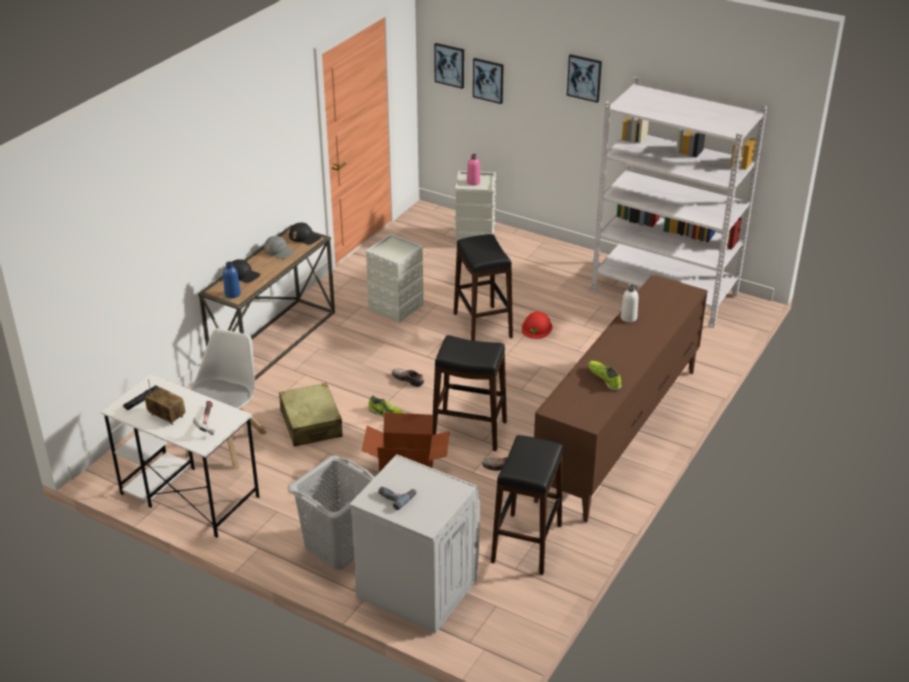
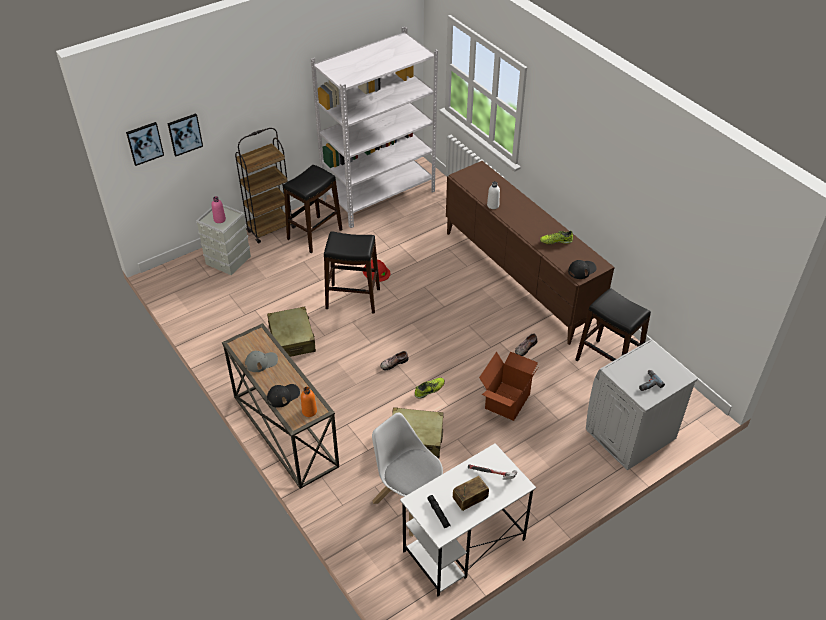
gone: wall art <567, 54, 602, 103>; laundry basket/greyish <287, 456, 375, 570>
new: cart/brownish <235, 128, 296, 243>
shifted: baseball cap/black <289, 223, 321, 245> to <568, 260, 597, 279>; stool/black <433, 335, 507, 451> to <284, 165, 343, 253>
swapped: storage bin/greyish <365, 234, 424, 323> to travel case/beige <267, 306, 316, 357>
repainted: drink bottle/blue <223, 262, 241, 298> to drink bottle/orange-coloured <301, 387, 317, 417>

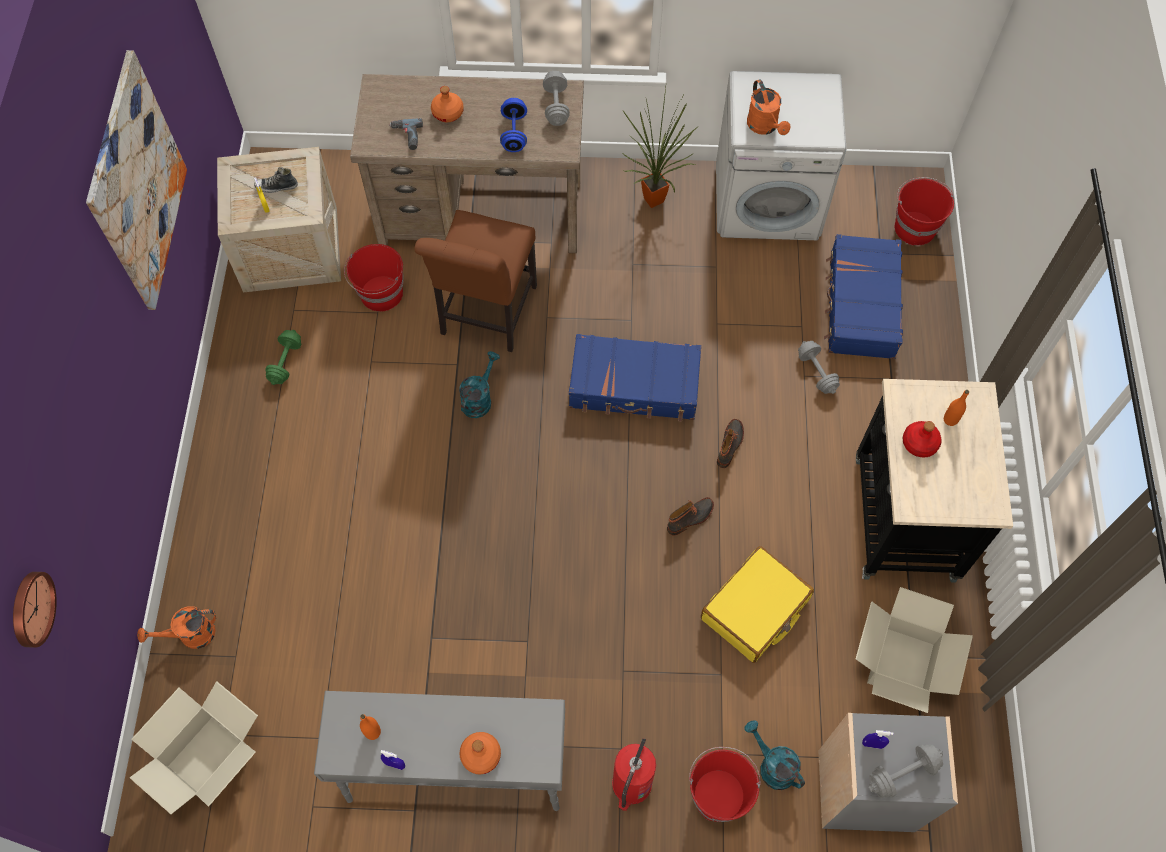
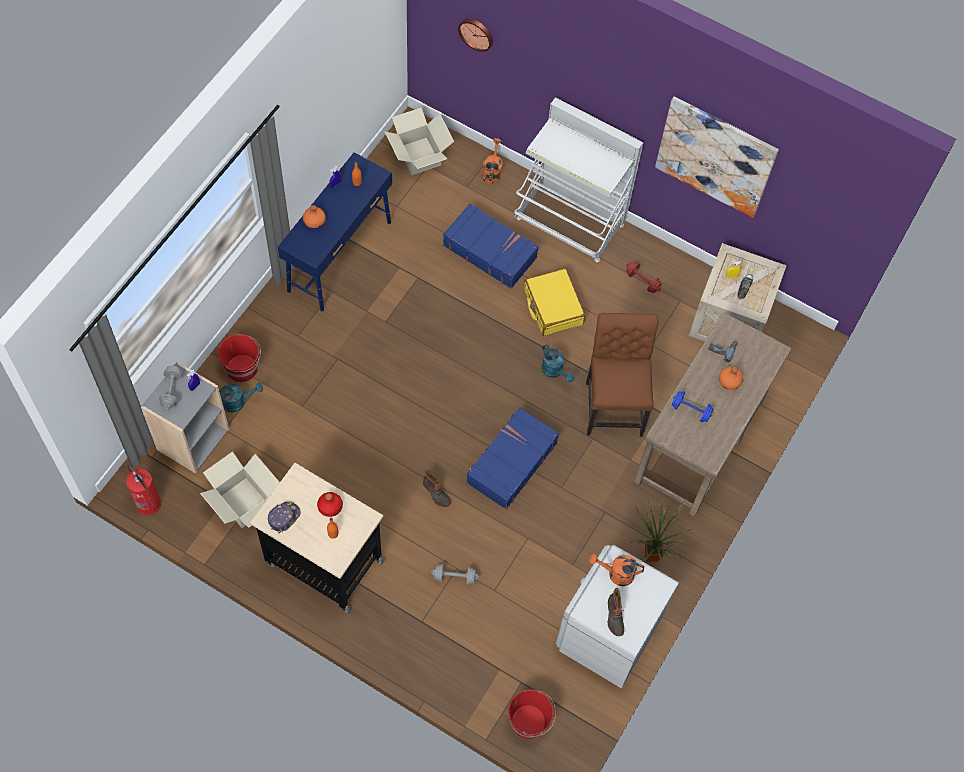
gone: free weight/greyish <543, 71, 570, 126>; pail/reddish <344, 244, 404, 312>
new: shoe rack/white <514, 98, 643, 262>; baseball cap <268, 502, 301, 533>
shifted: travel case/blue <824, 234, 903, 359> to <443, 204, 539, 289>; boot <667, 497, 714, 535> to <608, 588, 624, 636>; travel case/yellow <701, 546, 814, 663> to <524, 268, 585, 336>; extinguisher <612, 738, 656, 811> to <126, 465, 162, 515>
repainted: free weight/green-coloured <265, 330, 301, 385> to free weight/reddish <626, 262, 661, 293>; narrow table/greyish <314, 691, 565, 811> to narrow table/blue <278, 152, 392, 311>
rotated: plain chair/brownish <414, 210, 537, 352> = <586, 313, 658, 437> 45 degrees clockwise

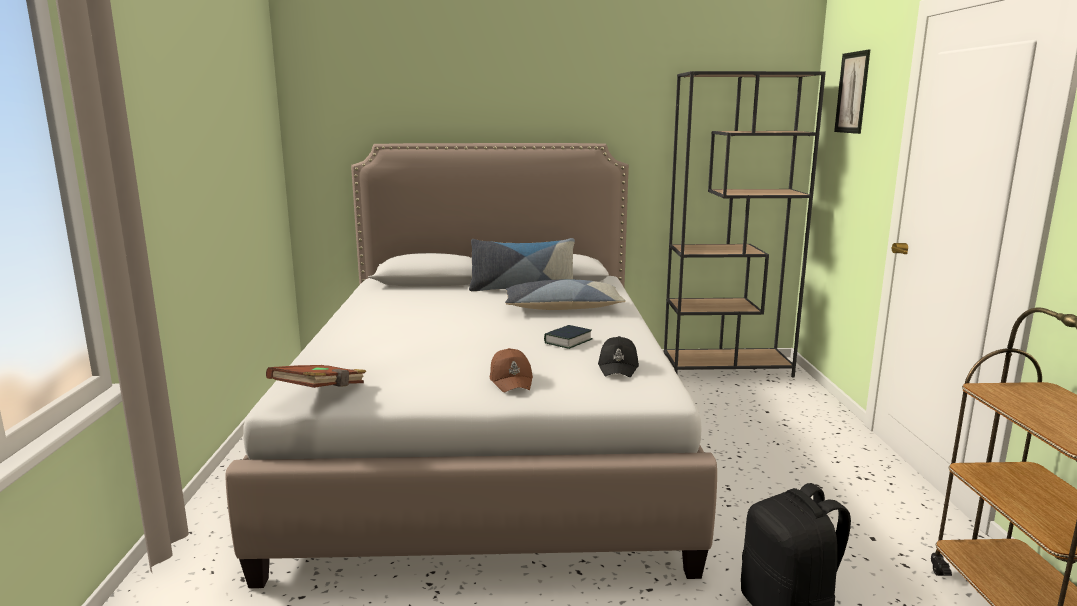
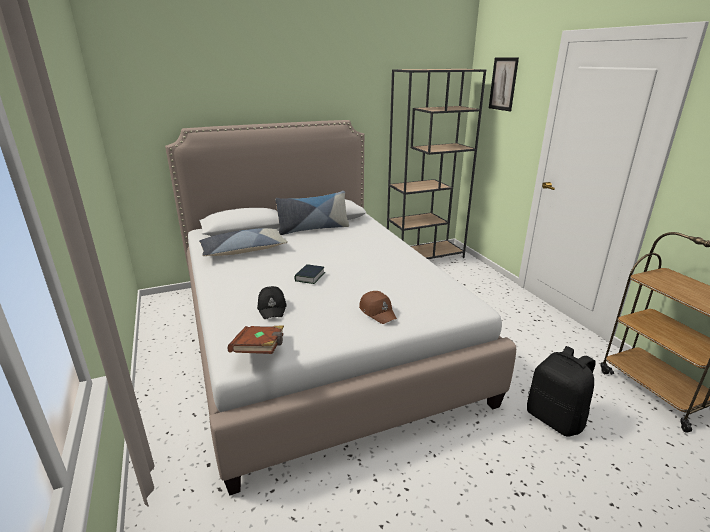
shifted: cushion <505, 280, 626, 310> to <199, 228, 288, 256>; bound book <544, 325, 592, 349> to <294, 264, 325, 284>; baseball cap/black <598, 336, 639, 377> to <257, 286, 287, 319>

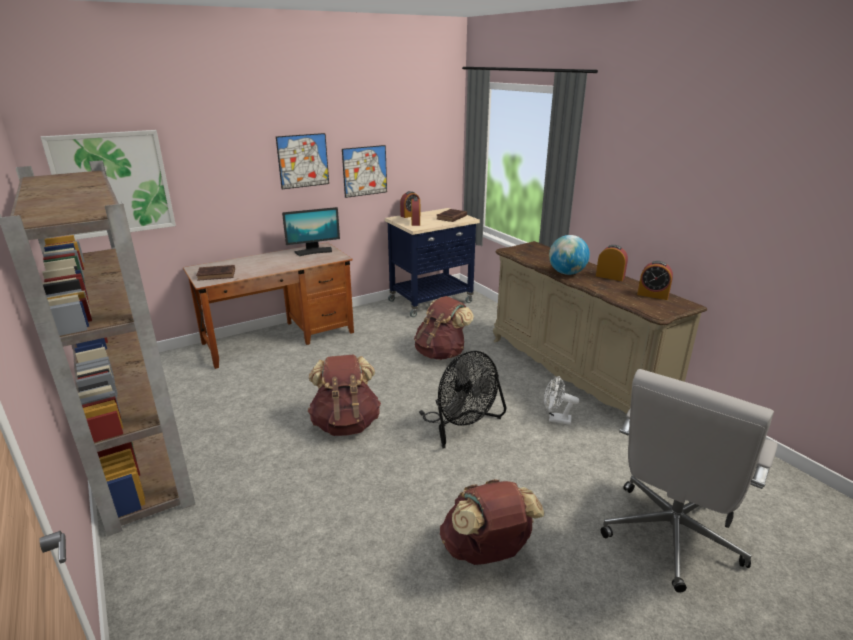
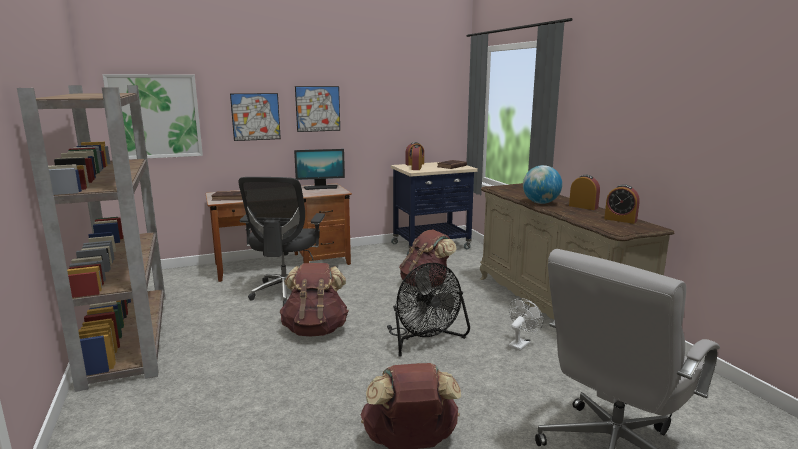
new: office chair <238, 177, 325, 306>
shifted: wall art <342, 145, 387, 198> to <230, 93, 281, 141>
rotated: electric fan/white <544, 376, 580, 425> = <509, 298, 544, 351> 105 degrees clockwise

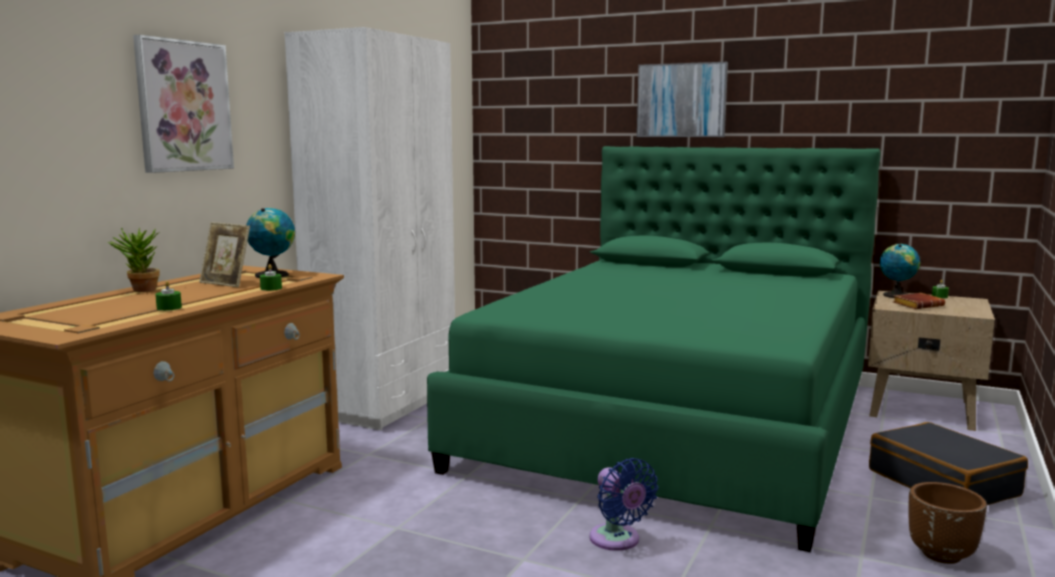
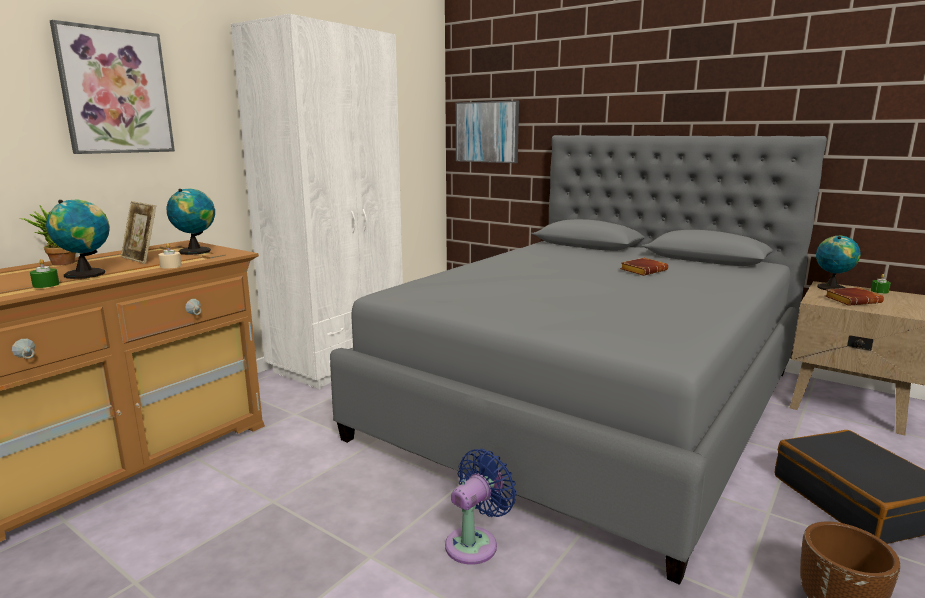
new: world globe <46, 199, 110, 279>; bound book/brownish <620, 258, 668, 276>
shifted: wall art <637, 62, 728, 137> to <456, 100, 519, 163>
repainted: bed/green-coloured <427, 146, 881, 552> to bed/greyish <330, 135, 827, 585>; wax candle/green-coloured <260, 264, 282, 291> to wax candle/beige <158, 243, 182, 269>
rotated: electric fan/blue <590, 458, 658, 551> = <445, 449, 517, 565> 120 degrees counterclockwise

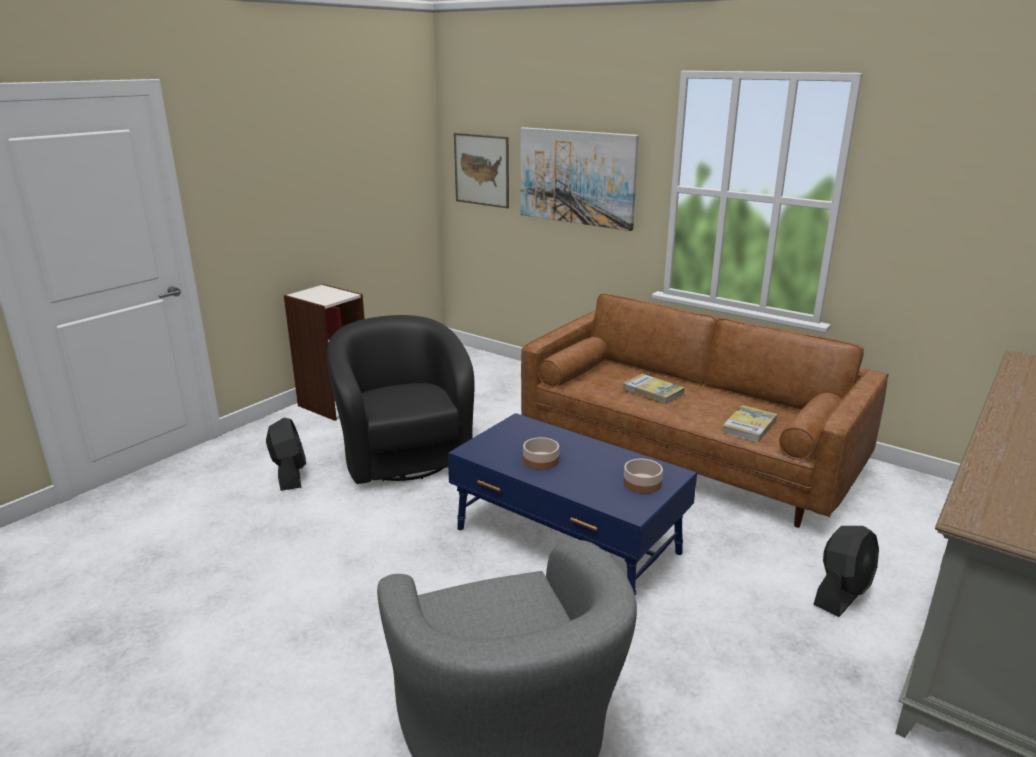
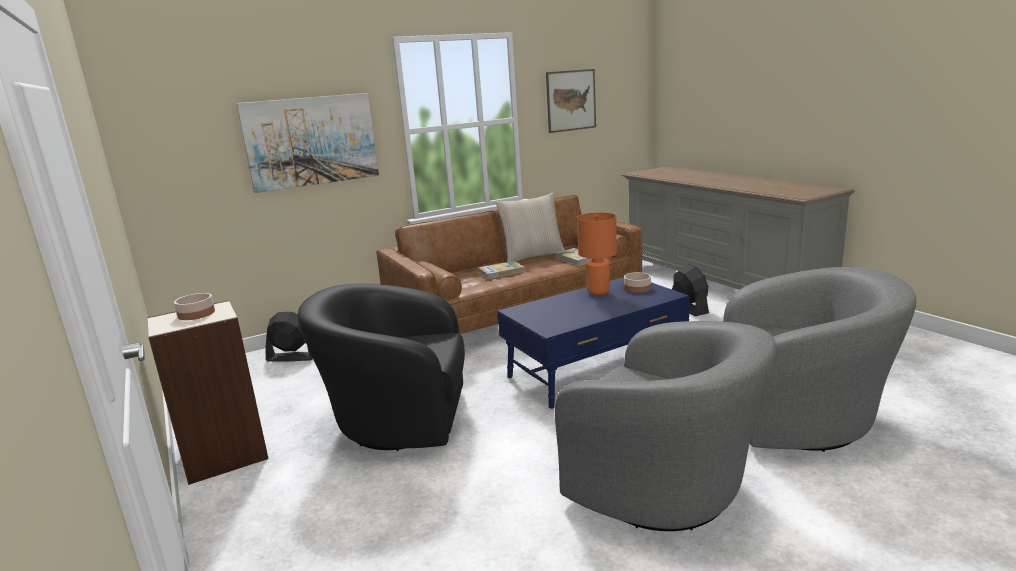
new: cushion/beige <496, 193, 565, 262>; tabletop lamp/orange-coloured <577, 212, 617, 295>; armchair/greyish <555, 321, 776, 531>
shifted: wall art <454, 133, 509, 208> to <546, 69, 596, 133>; electric fan/black <266, 418, 306, 491> to <265, 312, 313, 361>; serving bowl <523, 437, 559, 470> to <174, 293, 215, 320>

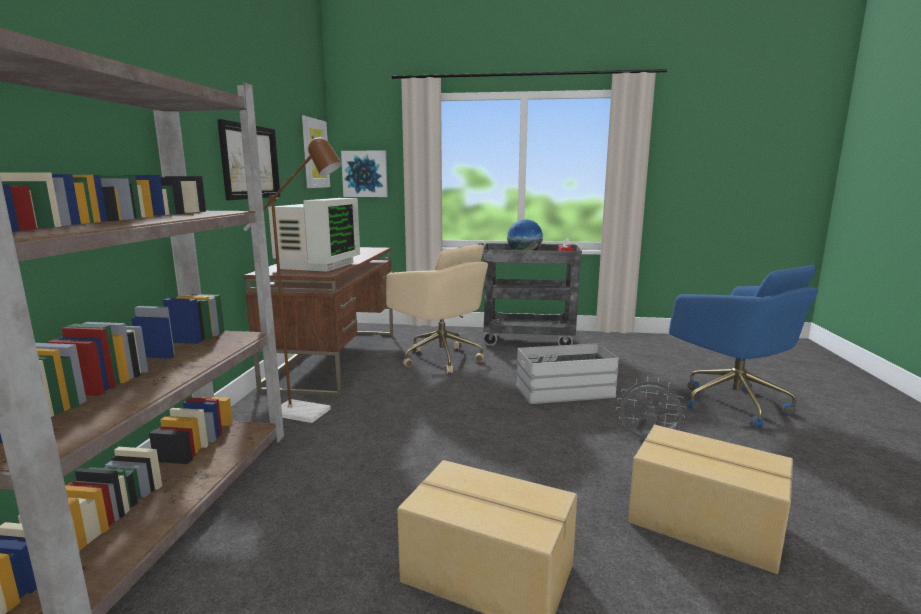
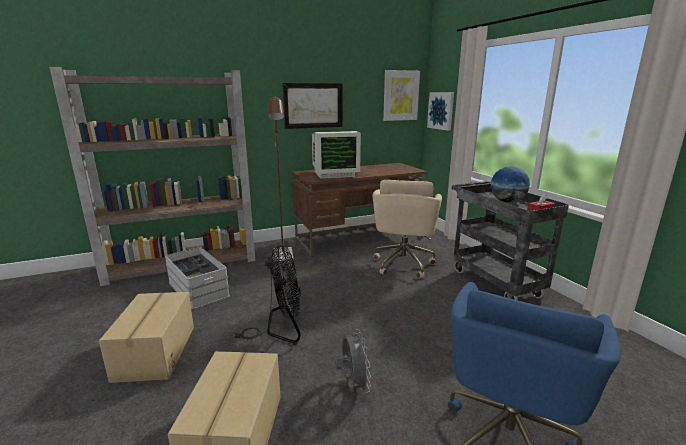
new: electric fan/black <234, 245, 301, 345>
shifted: storage bin/greyish <516, 343, 619, 404> to <165, 247, 230, 310>

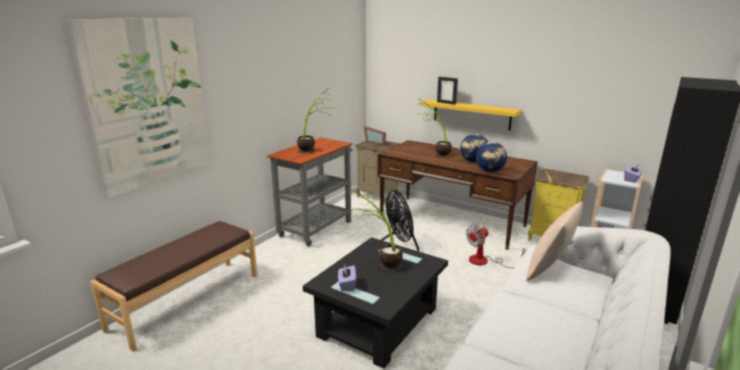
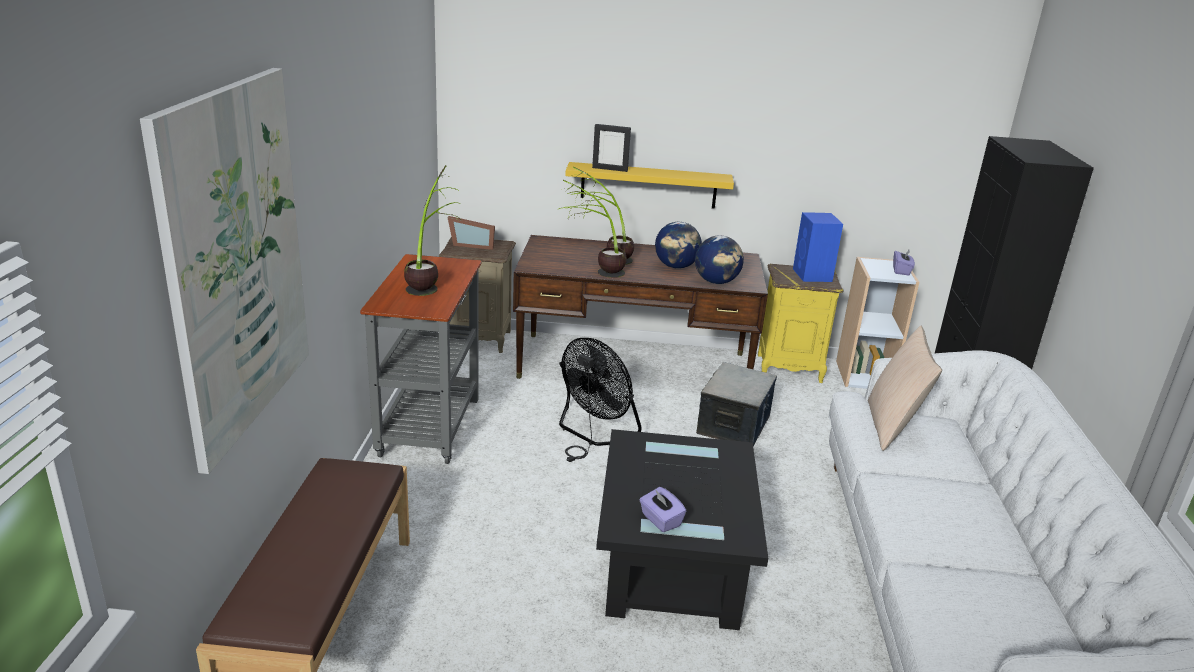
new: speaker/blue <793, 212, 843, 282>
shifted: plant in a pot <347, 188, 403, 272> to <559, 180, 627, 278>
swapped: electric fan <466, 225, 527, 268> to storage bin <696, 362, 777, 446>

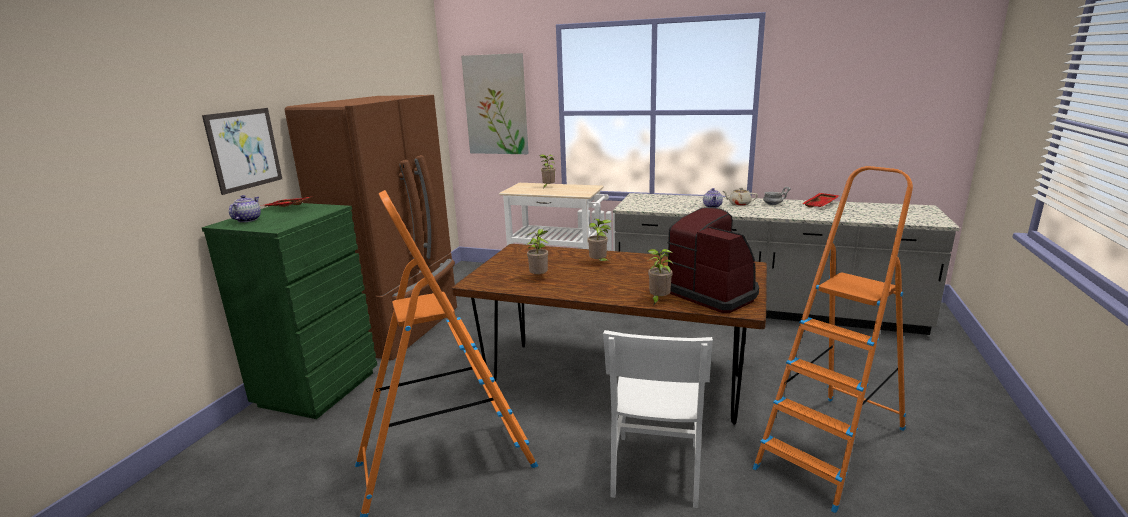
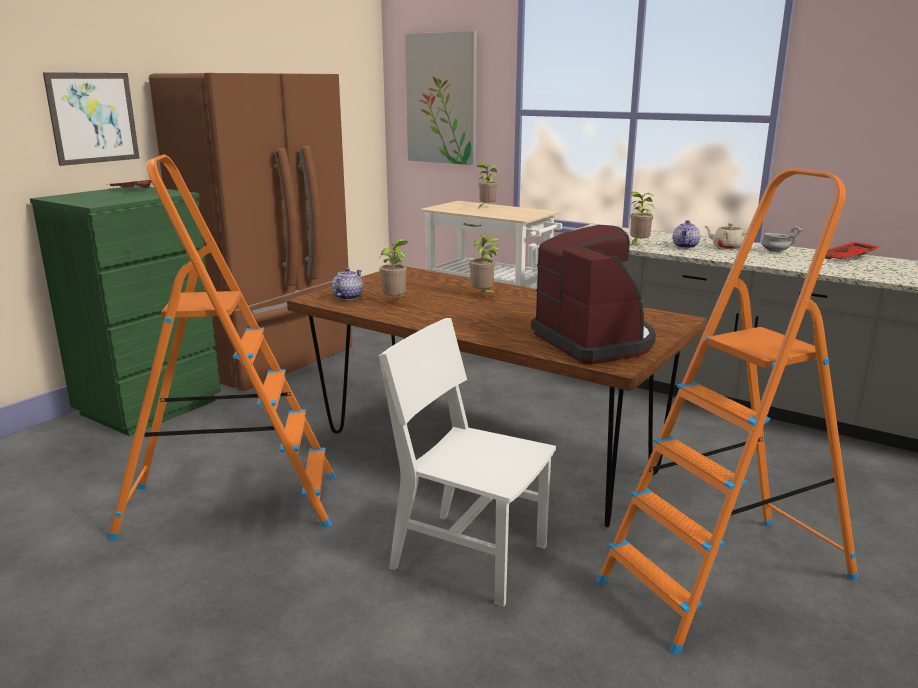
shifted: tea pot <229, 195, 261, 222> to <332, 268, 363, 300>; plant in a pot <647, 249, 673, 304> to <630, 192, 654, 245>
rotated: plain chair/white <603, 330, 713, 508> = <379, 318, 556, 607> 90 degrees clockwise

